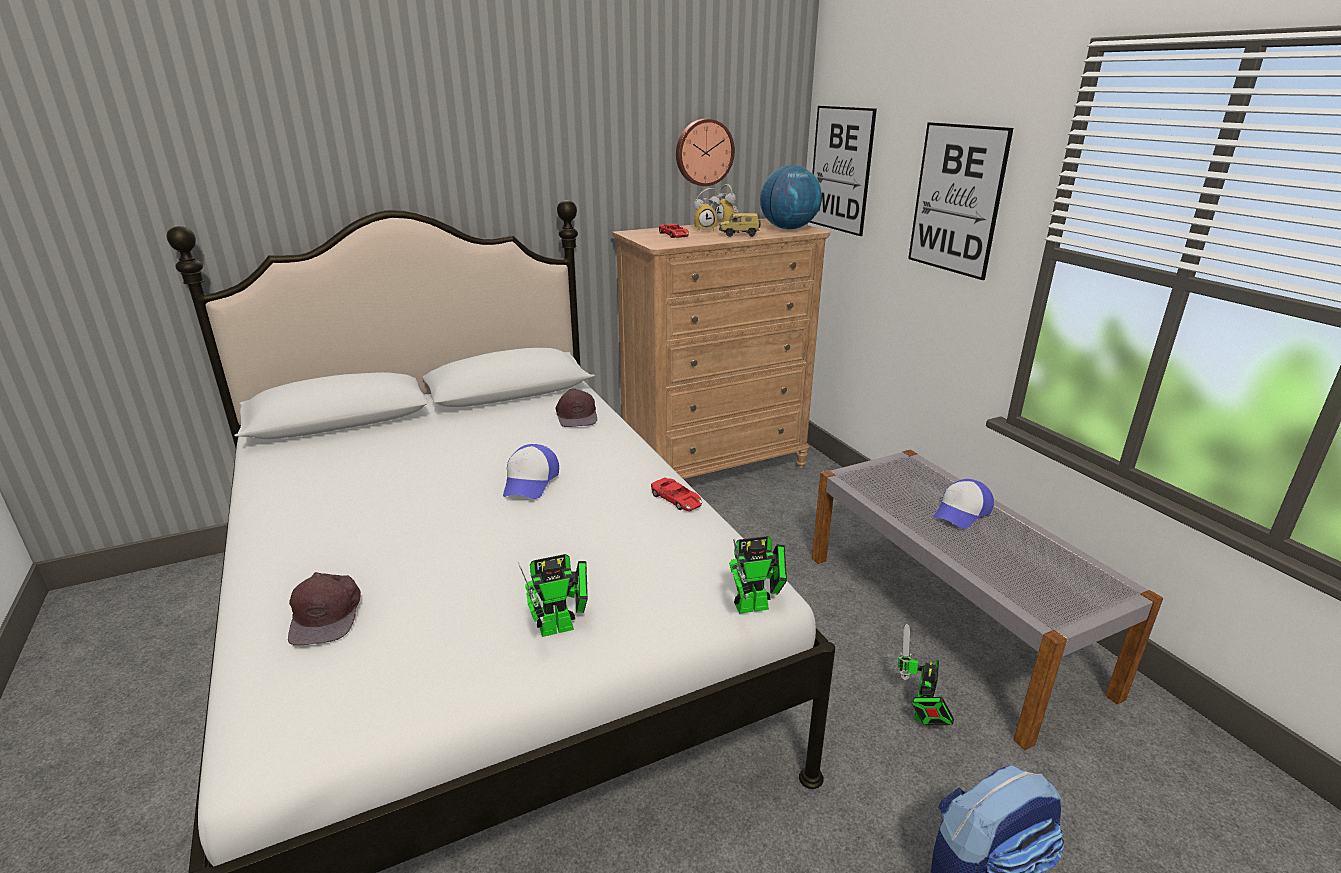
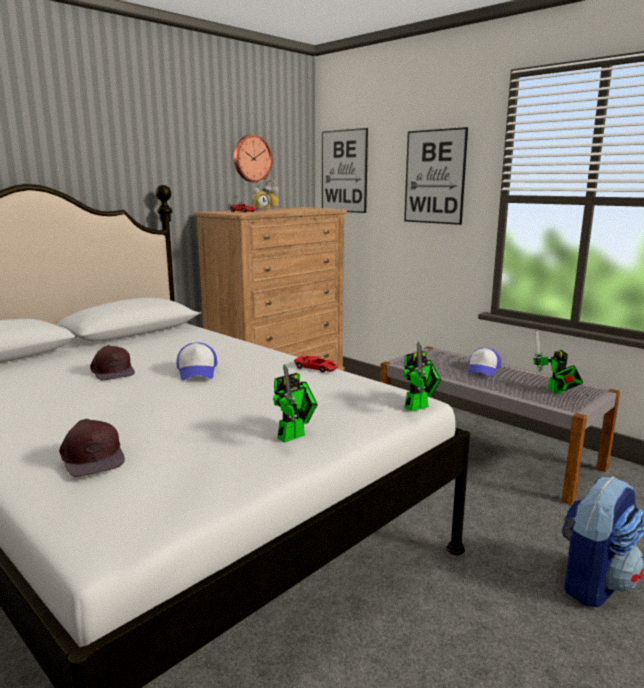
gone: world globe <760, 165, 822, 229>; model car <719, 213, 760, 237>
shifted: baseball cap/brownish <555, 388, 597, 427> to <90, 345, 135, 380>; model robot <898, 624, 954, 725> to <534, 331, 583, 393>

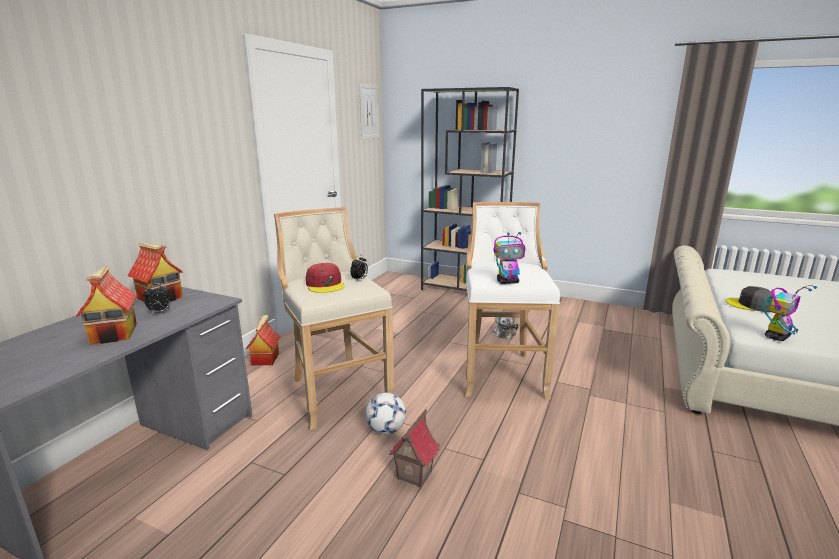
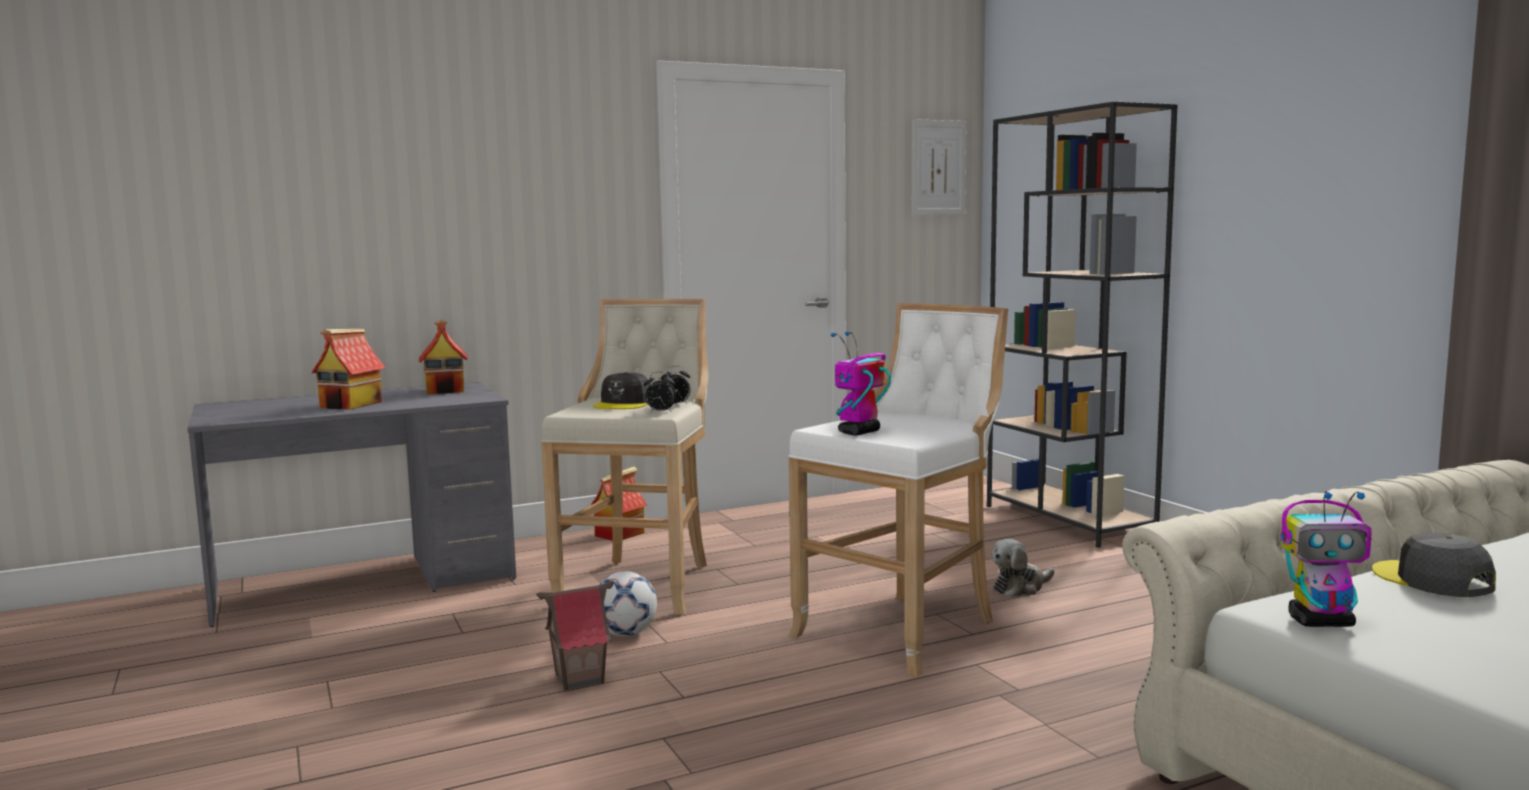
shifted: alarm clock <143, 283, 170, 314> to <644, 372, 676, 413>
repainted: baseball cap/reddish <306, 263, 344, 293> to baseball cap/greyish <593, 372, 651, 409>
rotated: model robot <494, 232, 526, 284> = <831, 331, 891, 436> 105 degrees clockwise

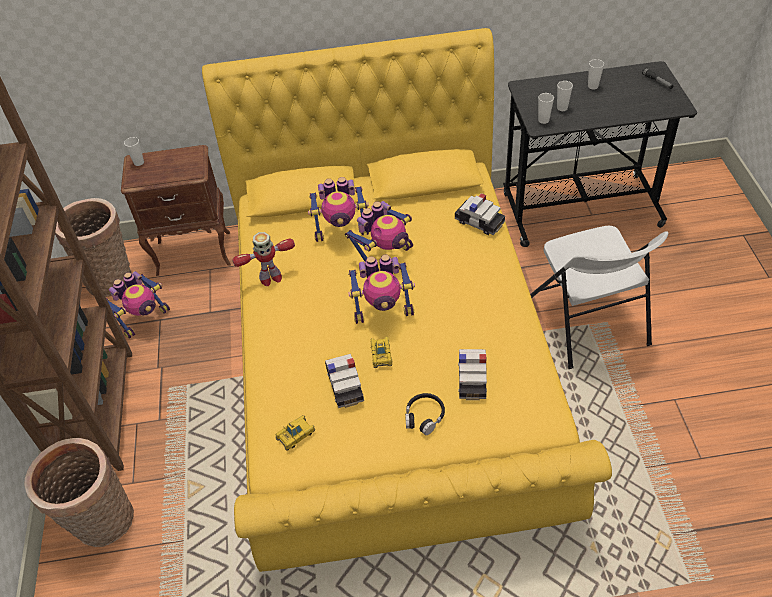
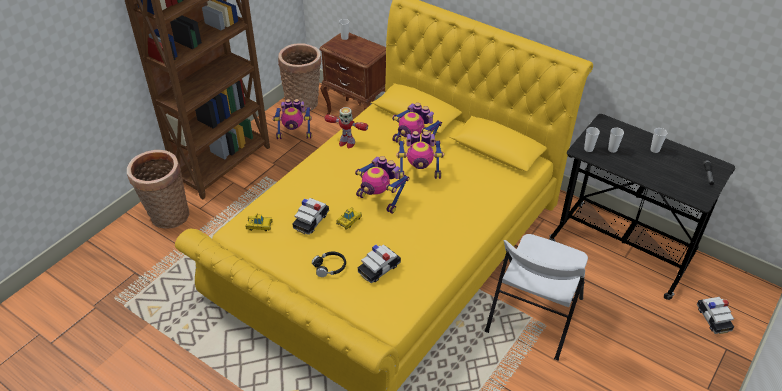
shifted: model car <455, 193, 505, 235> to <697, 297, 734, 334>

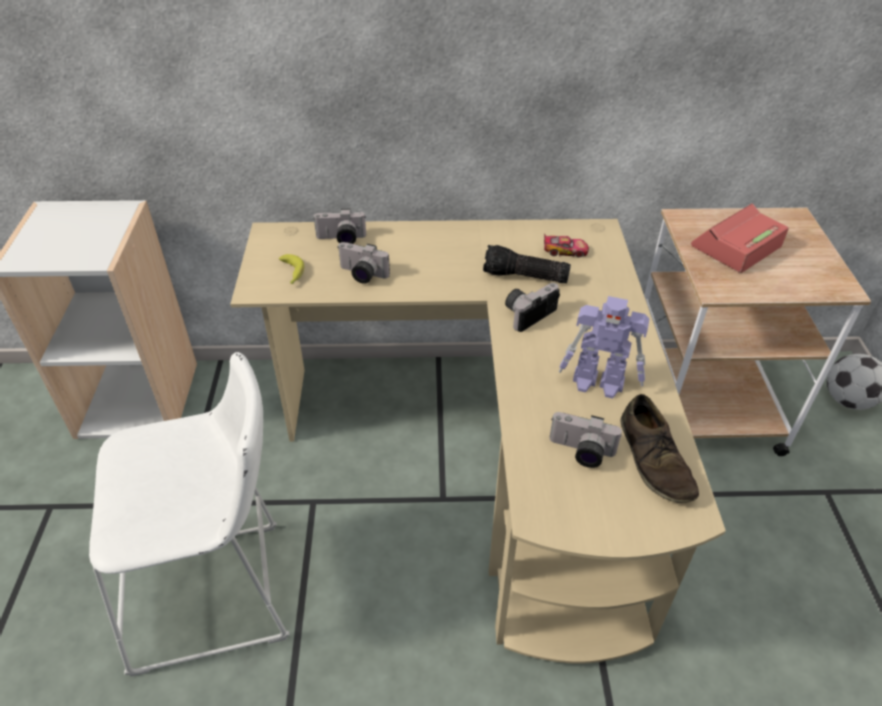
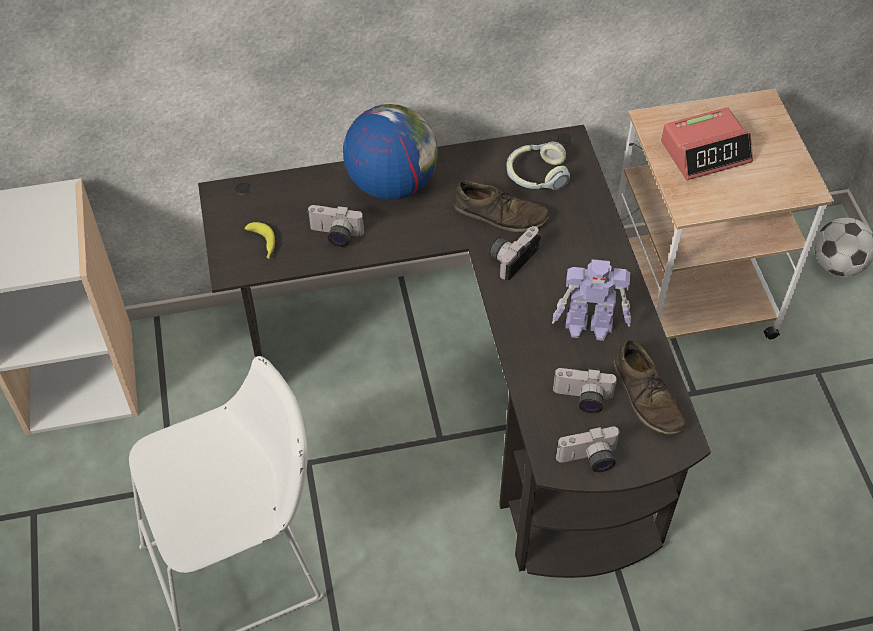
new: world globe <343, 104, 438, 200>
shifted: photo camera <313, 209, 366, 244> to <556, 426, 621, 472>
swapped: model car <544, 234, 589, 257> to headphones <506, 142, 570, 190>; torch <483, 245, 571, 283> to shoe/brownish <454, 180, 550, 232>
repainted: desk unit/beige <230, 219, 726, 664> to desk unit/black <198, 125, 711, 578>
rotated: alarm clock <691, 203, 789, 273> = <661, 107, 753, 180> 150 degrees counterclockwise

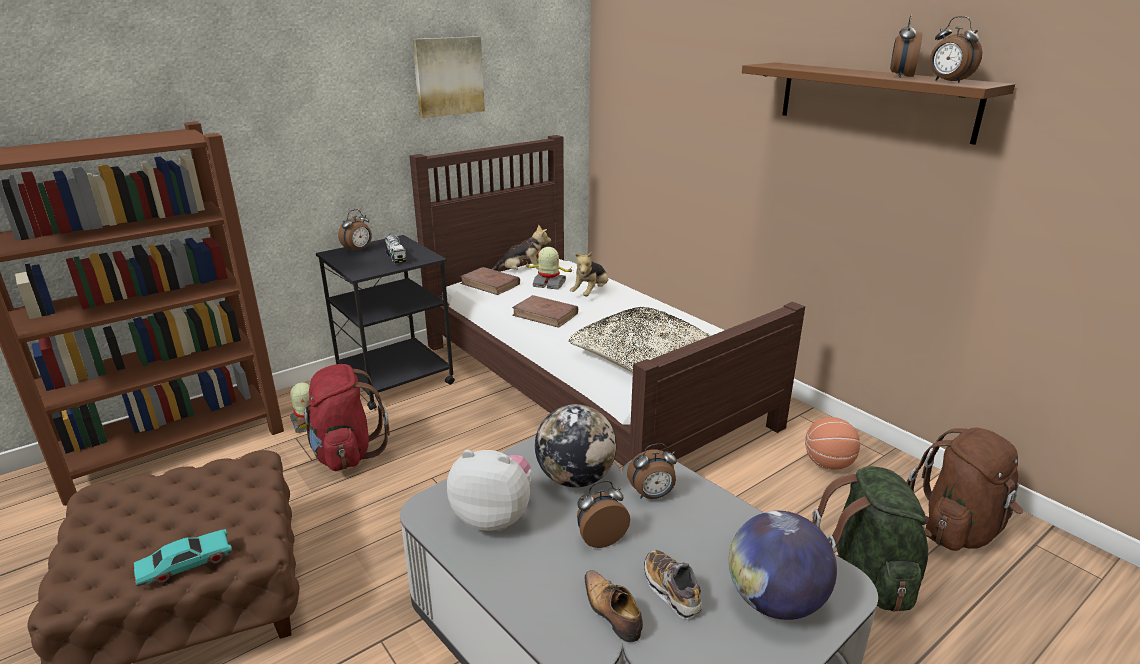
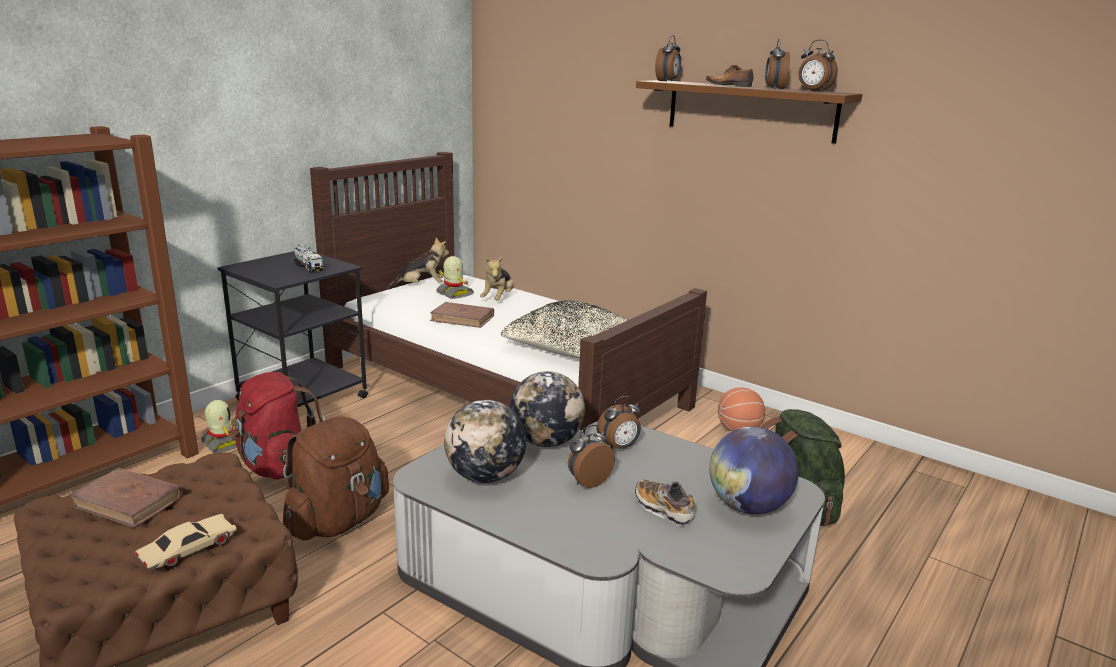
gone: wall art <412, 36, 485, 118>
shifted: alarm clock <338, 209, 372, 252> to <655, 35, 681, 82>; bound book/brownish <460, 267, 520, 295> to <68, 468, 183, 528>; rucksack/brownish <906, 427, 1023, 551> to <283, 416, 389, 540>; shoe <585, 570, 643, 642> to <706, 65, 754, 87>
swapped: cuddly toy <447, 450, 532, 531> to world globe <444, 400, 526, 483>
repainted: model car/turquoise <133, 529, 232, 586> to model car/beige <135, 514, 237, 571>
rotated: model robot <523, 247, 574, 290> = <436, 256, 474, 299> 45 degrees clockwise

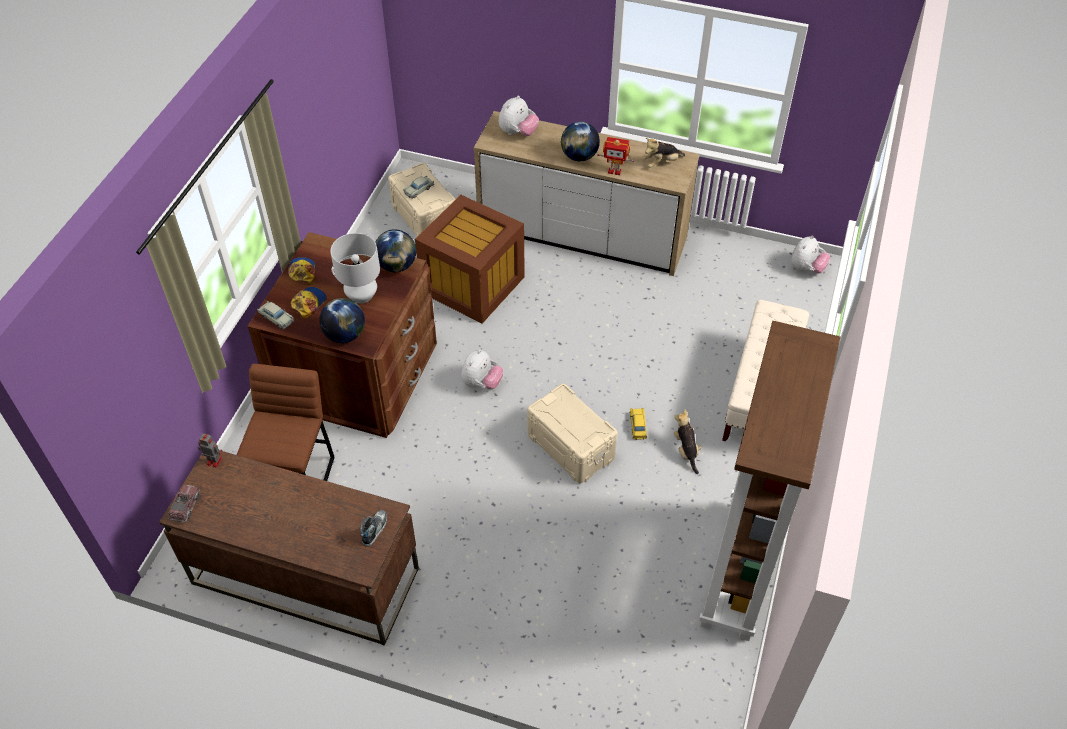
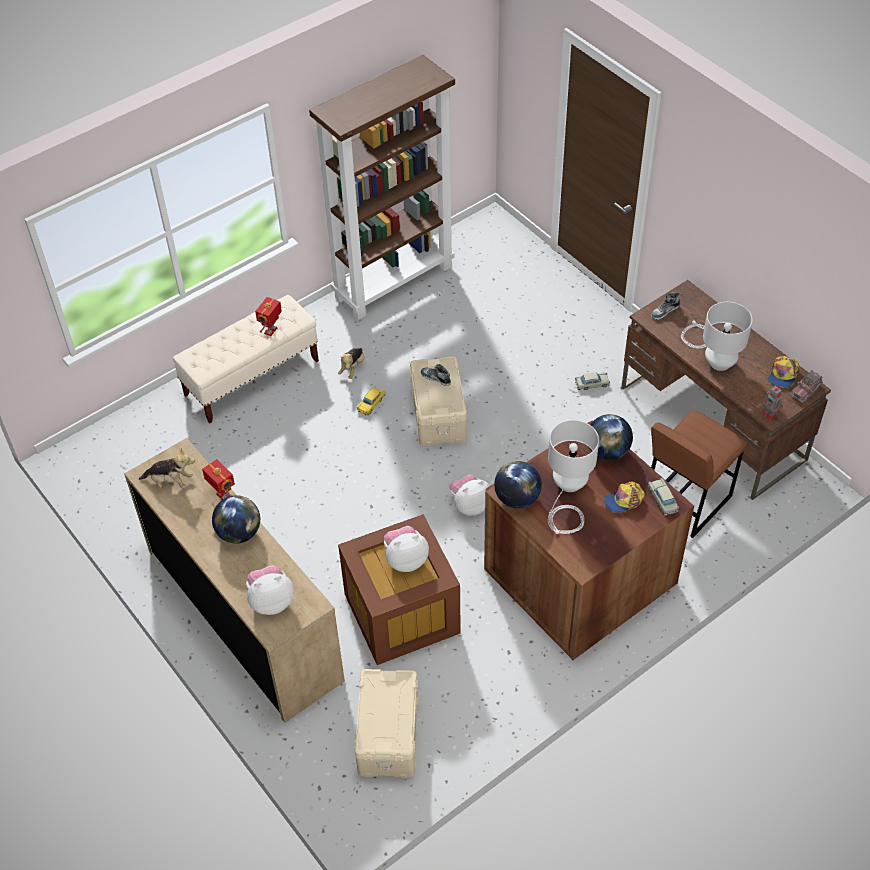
new: model robot <255, 297, 282, 336>; tabletop lamp/white <681, 302, 753, 371>; shoe <421, 364, 451, 386>
shifted: model car/beige <403, 176, 434, 199> to <575, 372, 610, 390>; cuddly toy <790, 235, 830, 274> to <384, 526, 429, 572>; baseball cap <288, 257, 316, 285> to <768, 356, 799, 387>

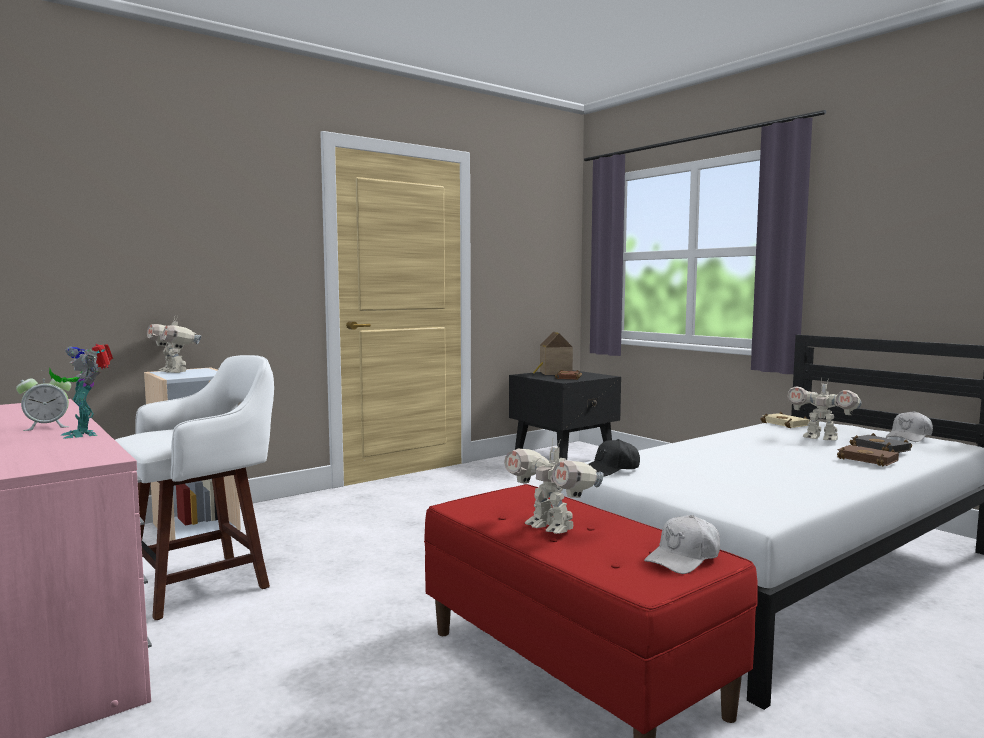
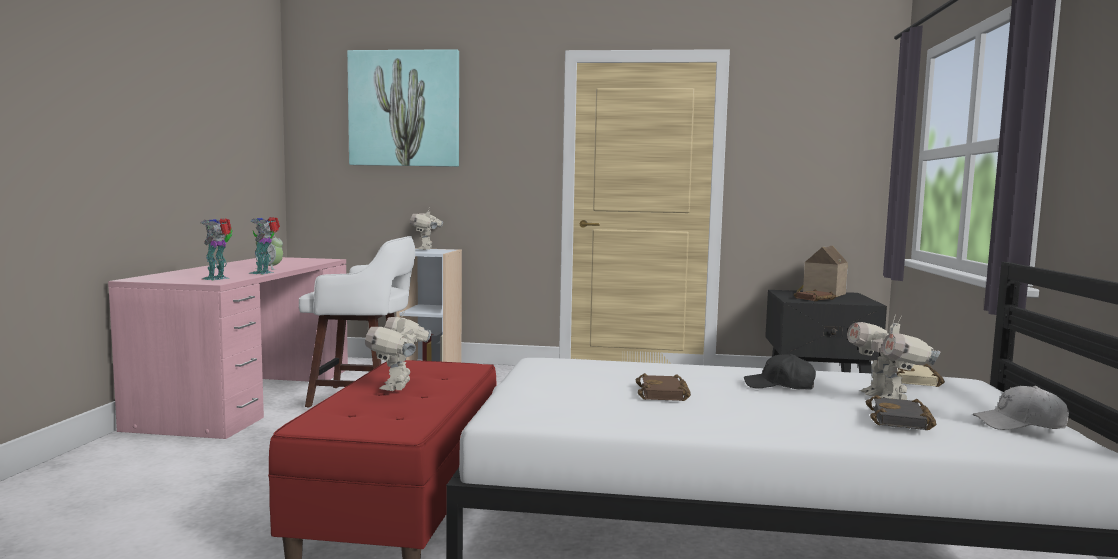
gone: baseball cap/white <644, 515, 720, 574>
new: wall art <347, 49, 459, 167>; model robot <200, 218, 233, 280>
shifted: baseball cap/black <588, 439, 640, 477> to <744, 354, 816, 390>; bound book/brownish <837, 443, 899, 467> to <636, 373, 691, 401>

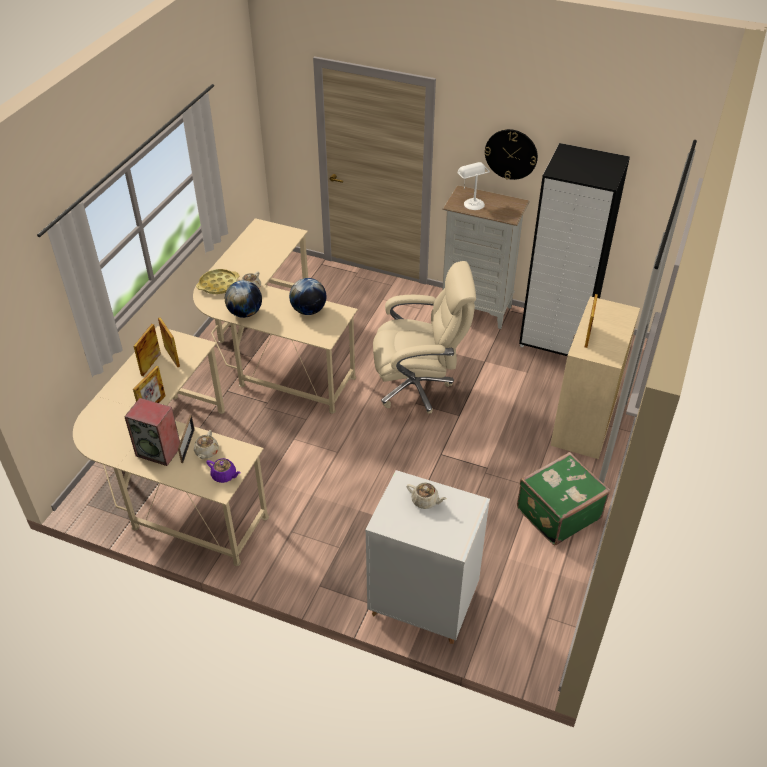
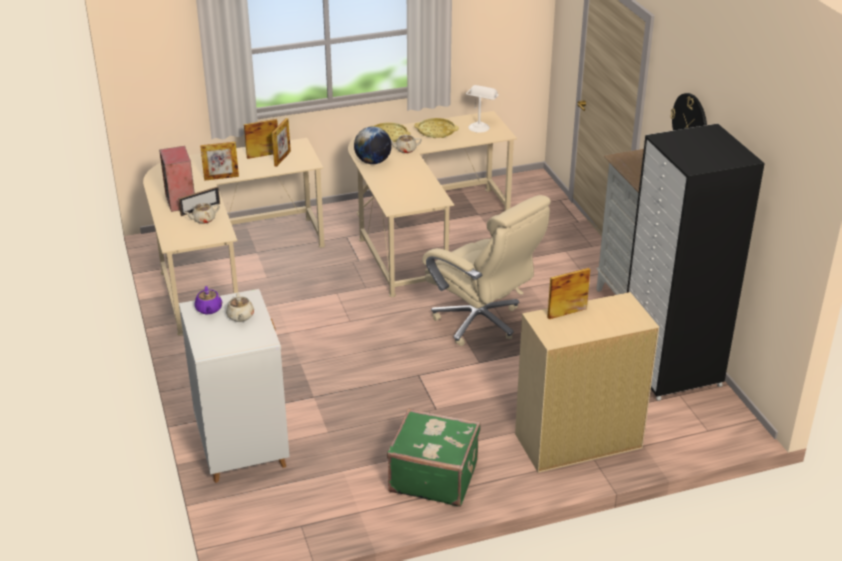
gone: world globe <289, 278, 326, 315>
new: serving tray/yellow <414, 118, 459, 138>
shifted: tabletop lamp/white <458, 162, 490, 210> to <466, 85, 499, 133>; tea pot/purple <206, 458, 241, 483> to <194, 286, 222, 314>

